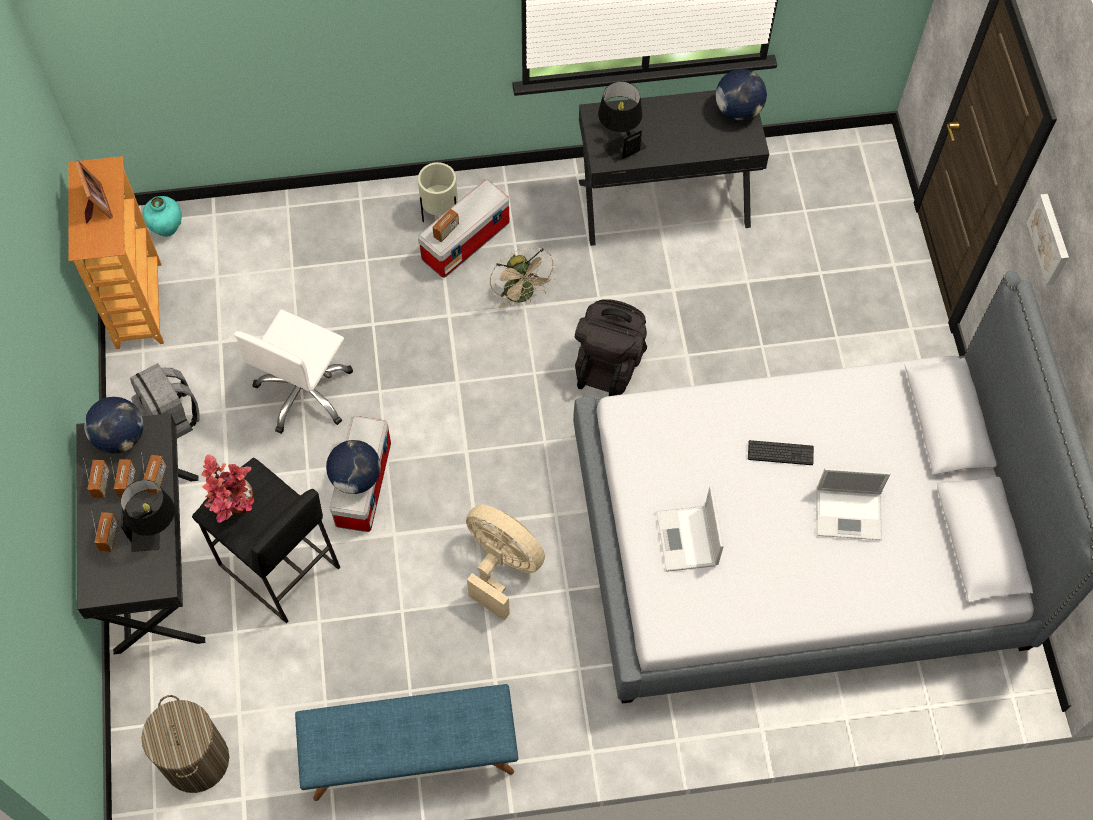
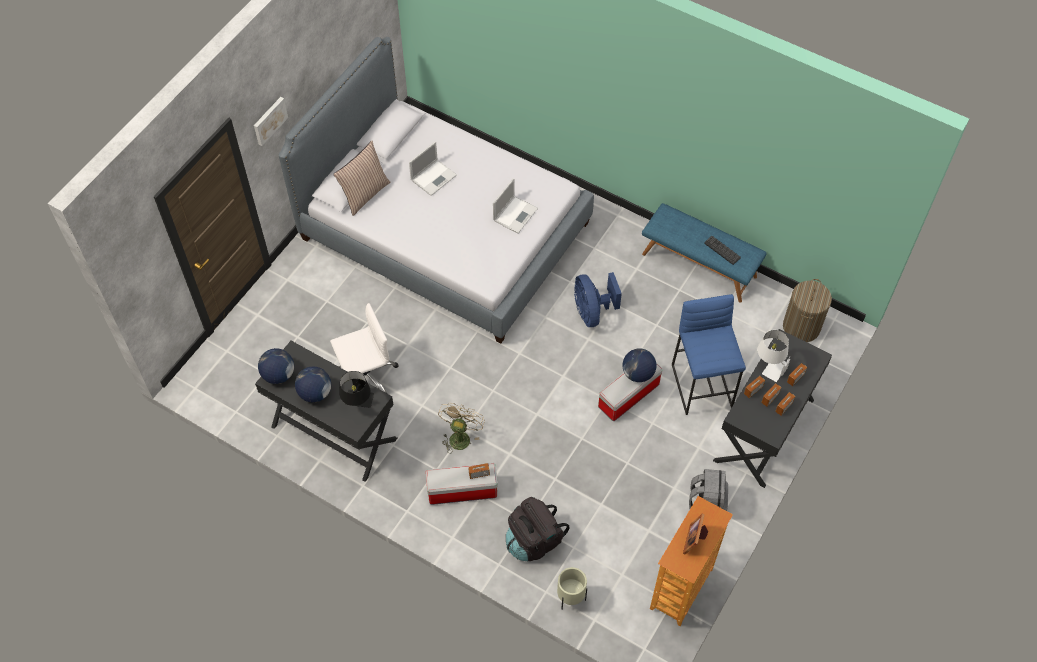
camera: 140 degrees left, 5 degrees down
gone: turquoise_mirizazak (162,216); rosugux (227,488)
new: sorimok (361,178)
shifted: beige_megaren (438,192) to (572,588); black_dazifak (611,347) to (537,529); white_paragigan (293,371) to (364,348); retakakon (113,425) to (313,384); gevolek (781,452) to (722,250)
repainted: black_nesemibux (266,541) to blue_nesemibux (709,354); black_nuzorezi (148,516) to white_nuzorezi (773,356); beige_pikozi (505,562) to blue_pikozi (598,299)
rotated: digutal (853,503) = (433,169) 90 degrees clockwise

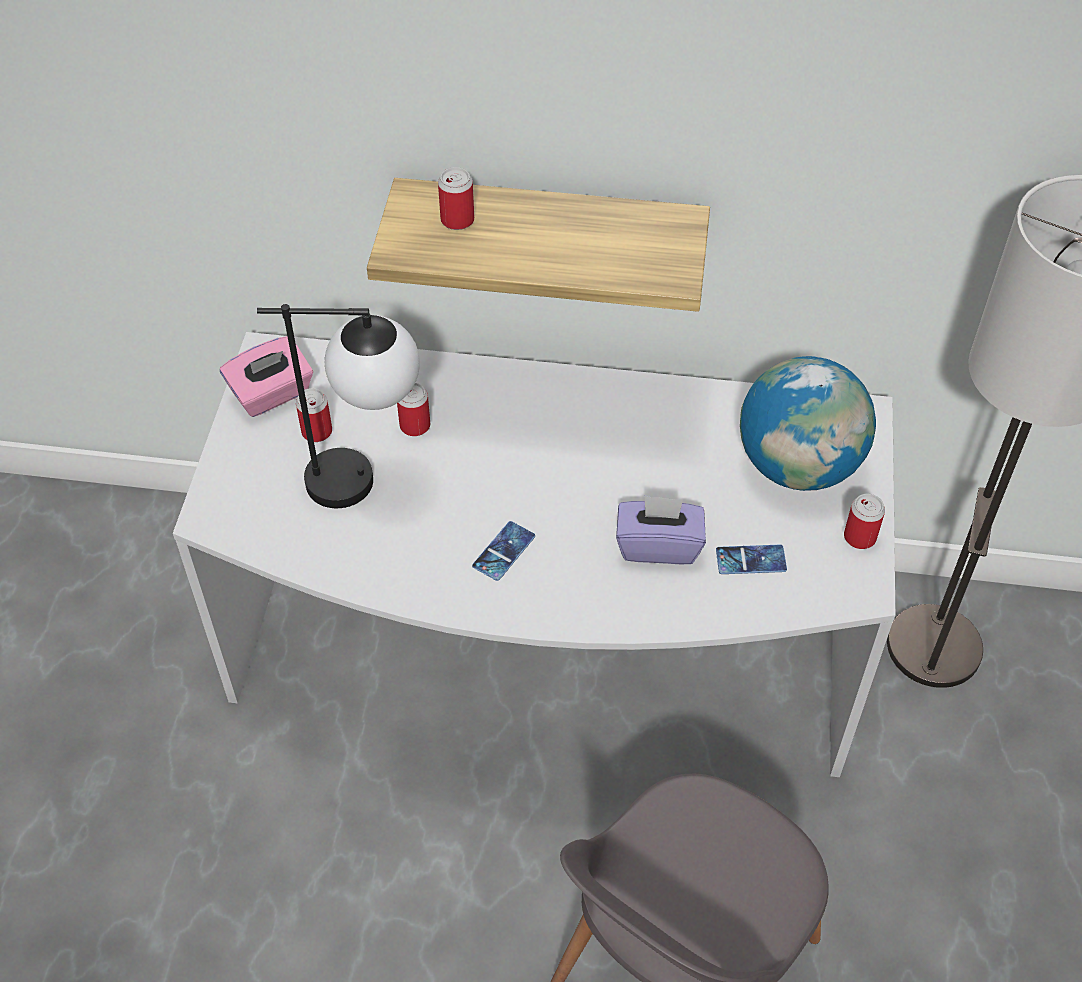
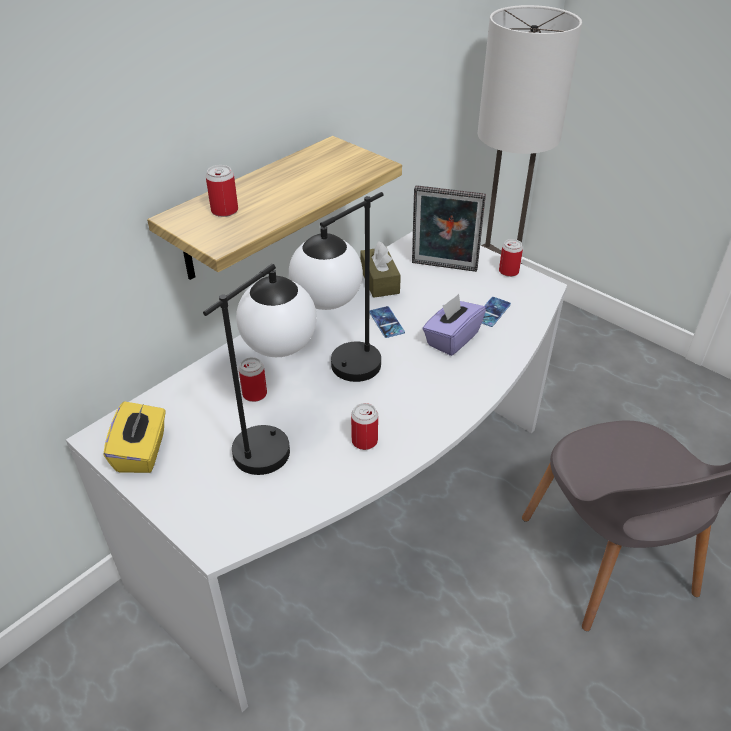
camera: 55 degrees left, 10 degrees down
new: nuzorezi (336,287); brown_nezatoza (380,269)
shifted: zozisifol (314,415) to (364,426); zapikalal (503,551) to (387,322)
swapped: retakakon (808,423) to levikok (449,228)
repainted: pink_nezatoza (266,376) to yellow_nezatoza (135,437)

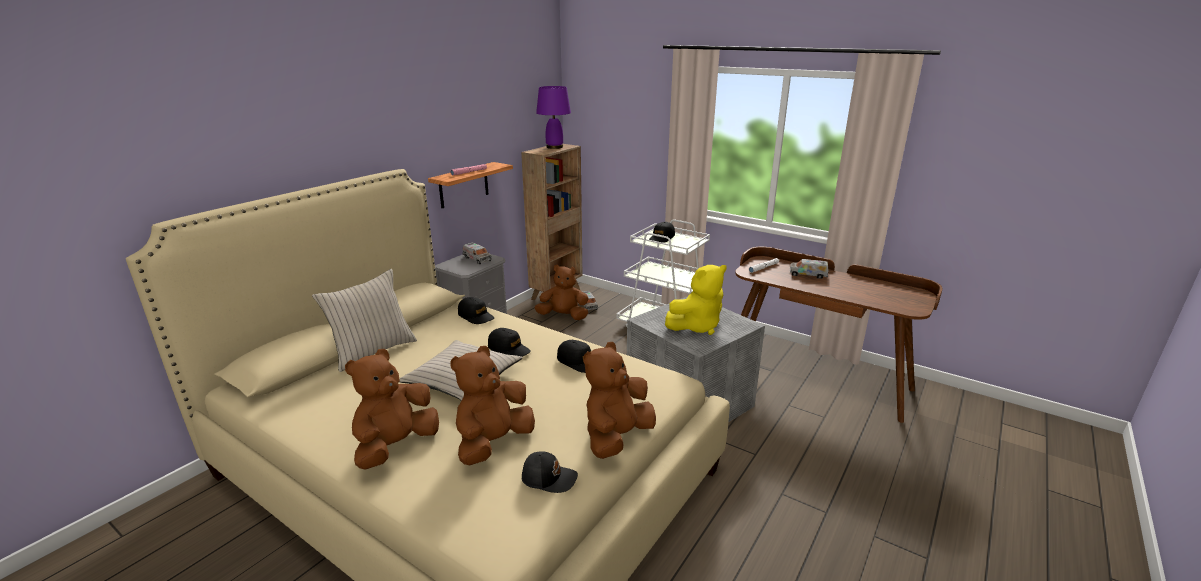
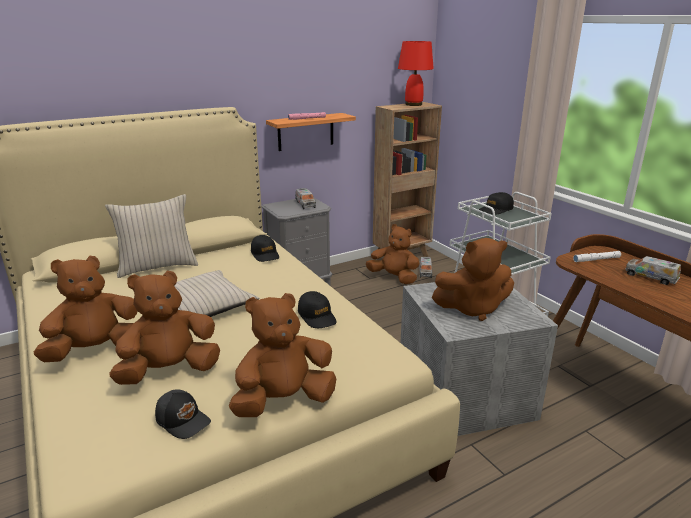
camera: 25 degrees right, 0 degrees up
gone: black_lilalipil (509,342)
repainted: purple_nuzorezi (553,117) to red_nuzorezi (416,73); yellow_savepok (696,300) to brown_savepok (473,279)

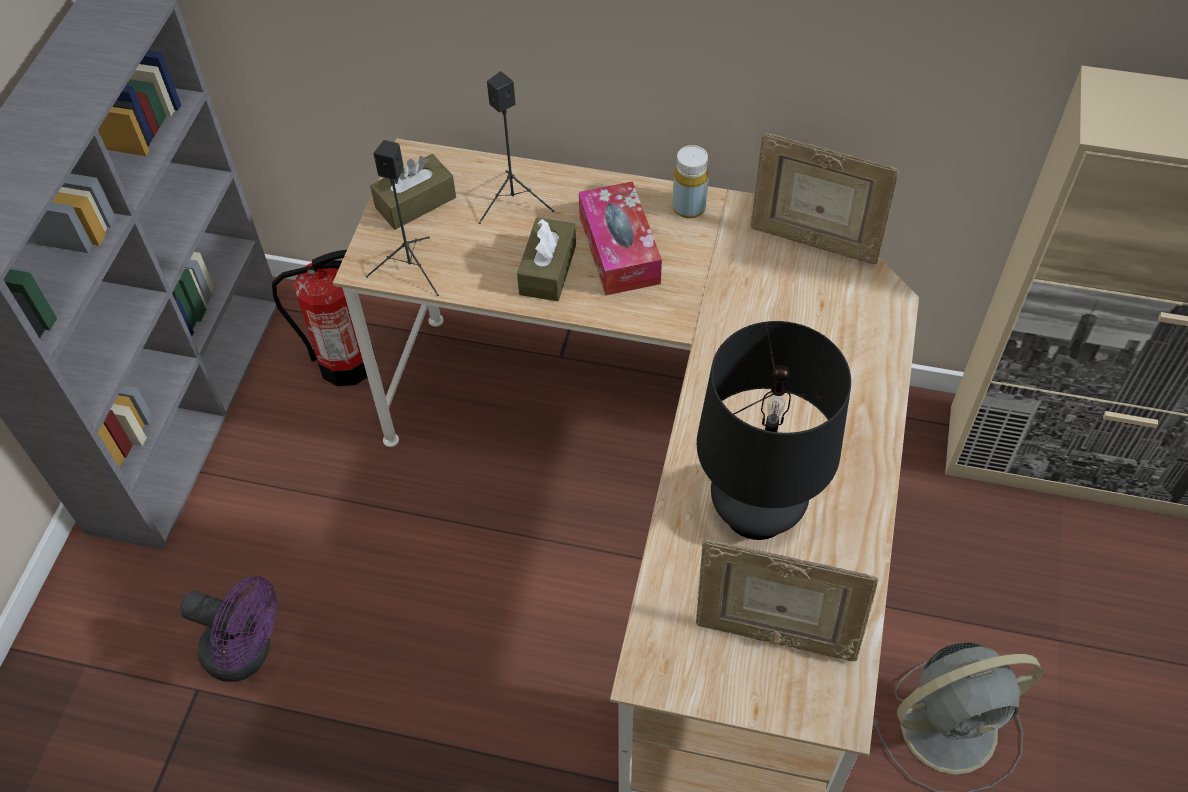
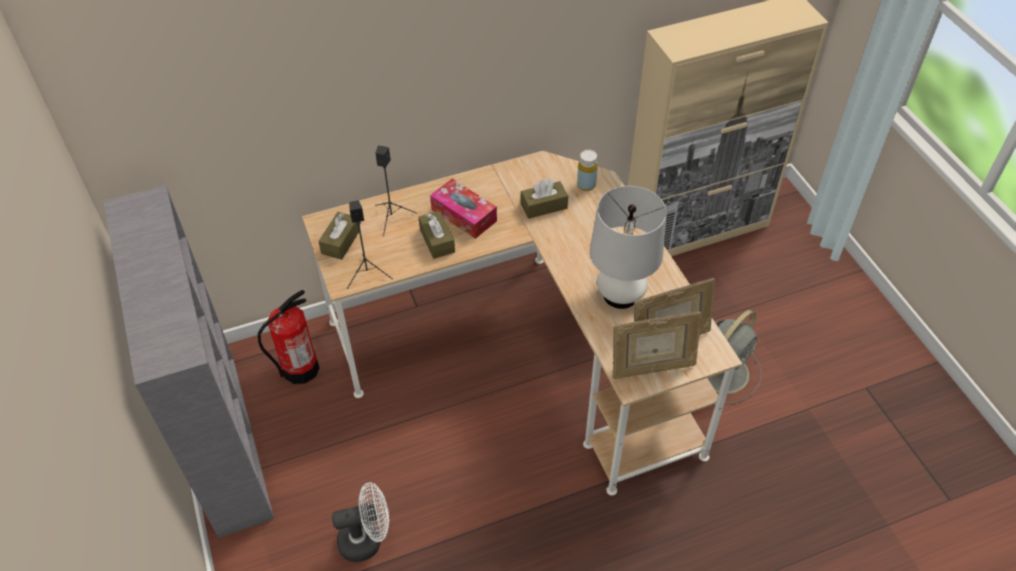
camera: 35 degrees left, 5 degrees down
new: brown_nezatoza (544,199)
shifted: levikok (825,198) to (657,345); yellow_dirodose (691,182) to (587,170)
repainted: black_nuzorezi (774,430) to white_nuzorezi (628,247); purple_pikozi (228,629) to white_pikozi (360,522)

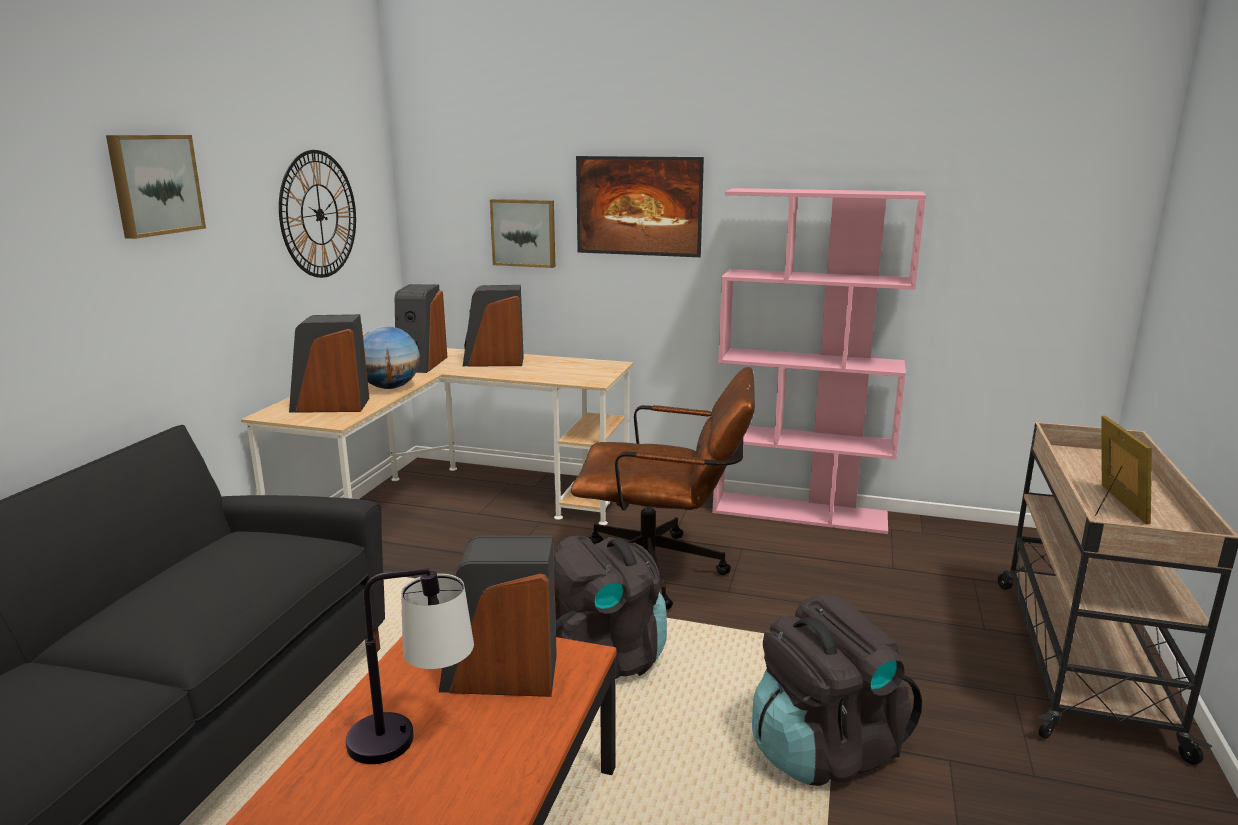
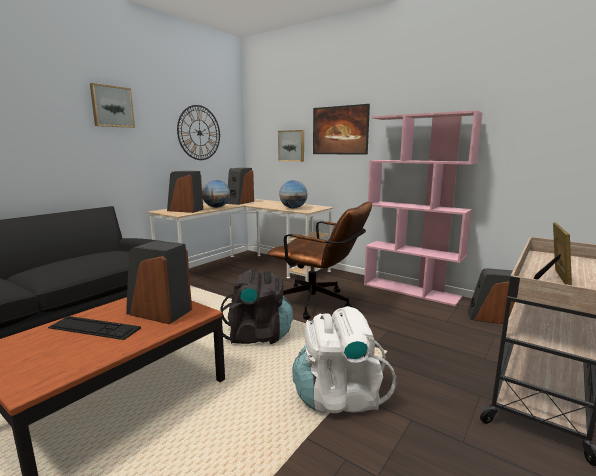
camera: 20 degrees right, 5 degrees down
new: retakakon (293,194)
shifted: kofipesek (493,325) to (491,296)
swapped: nuzorezi (410,666) to gevolek (94,328)
repainted: black_dazifak (837,690) to white_dazifak (344,359)

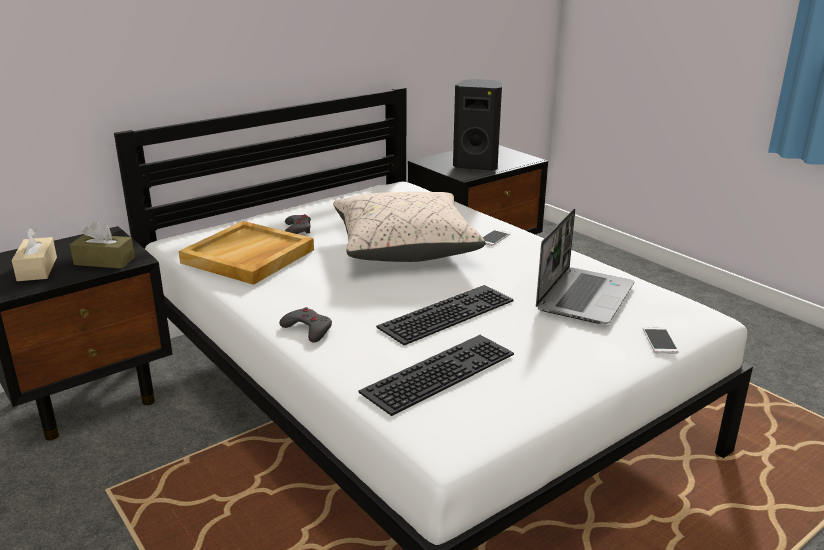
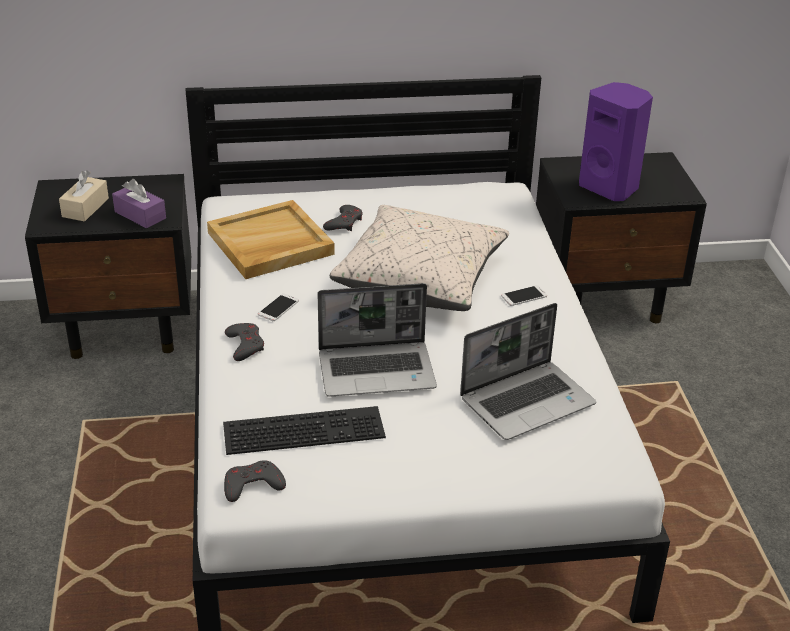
camera: 30 degrees right, 10 degrees up
new: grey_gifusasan (255,481)
shifted: zapikalal (661,340) to (278,307)
swapped: gevolek (445,315) to digutal (377,340)
repainted: black_kofipesek (477,125) to purple_kofipesek (616,141); brown_nezatoza (102,245) to purple_nezatoza (139,203)

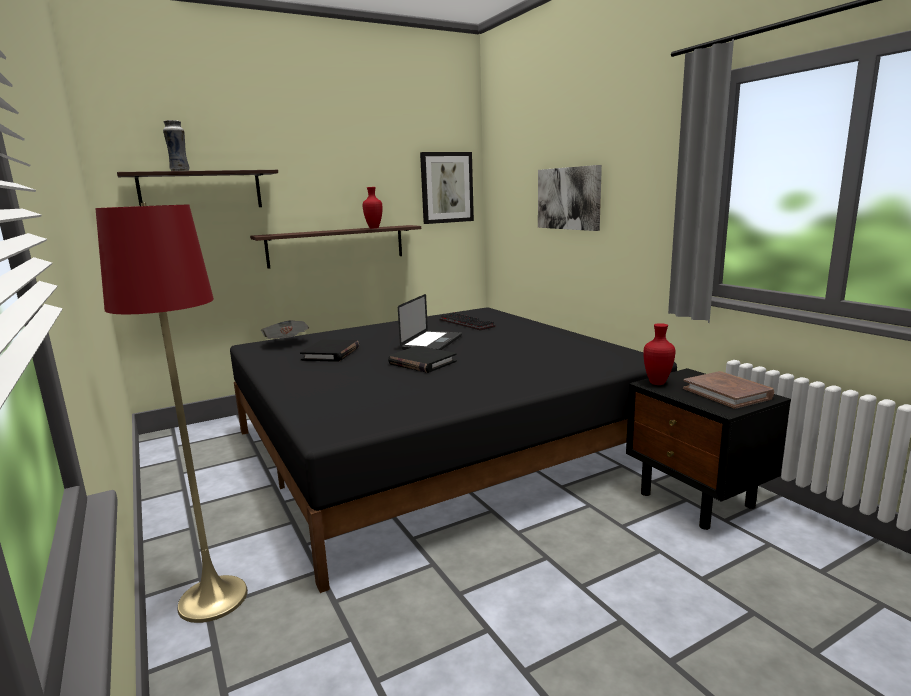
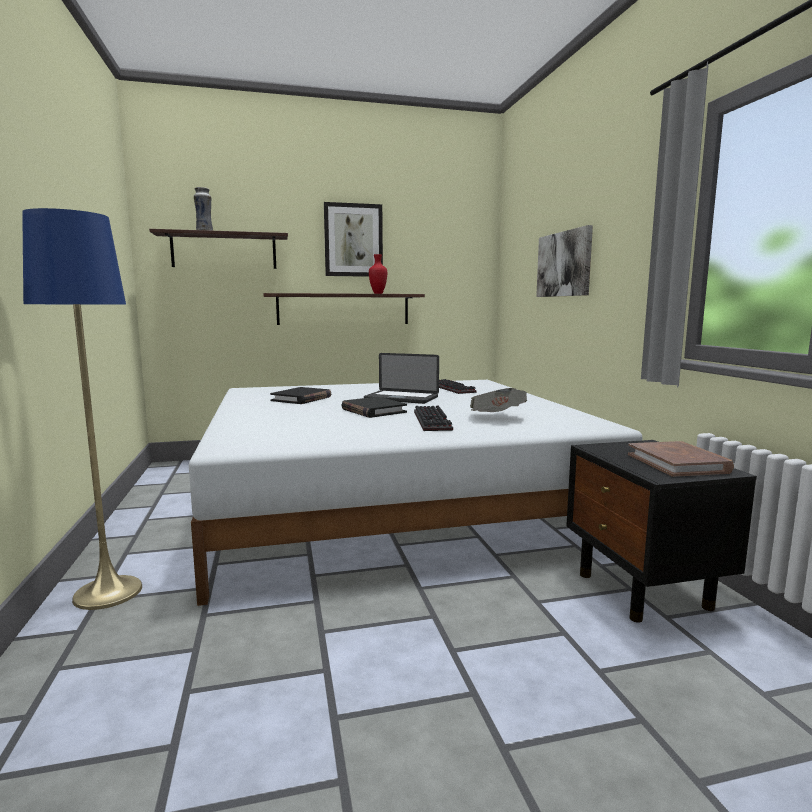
camera: 15 degrees right, 5 degrees down
gone: red_mirizazak (659,354)
new: gevolek (433,418)
shifted: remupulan (447,188) to (353,239); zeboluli (285,329) to (498,400)
repainted: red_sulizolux (171,413) to blue_sulizolux (82,409); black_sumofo (453,450) to white_sumofo (416,493)
rotated: digutal (430,322) = (401,378) 75 degrees clockwise

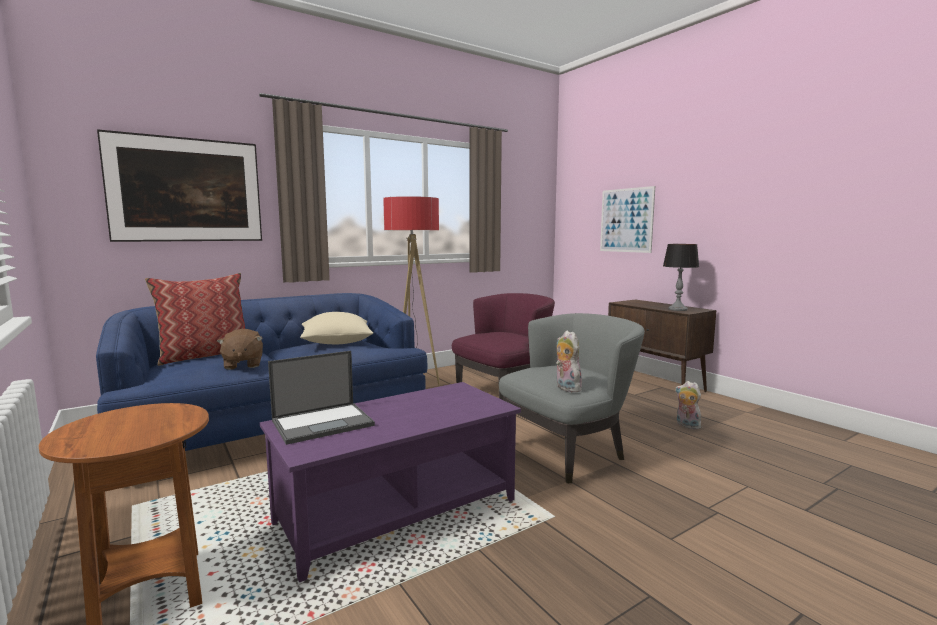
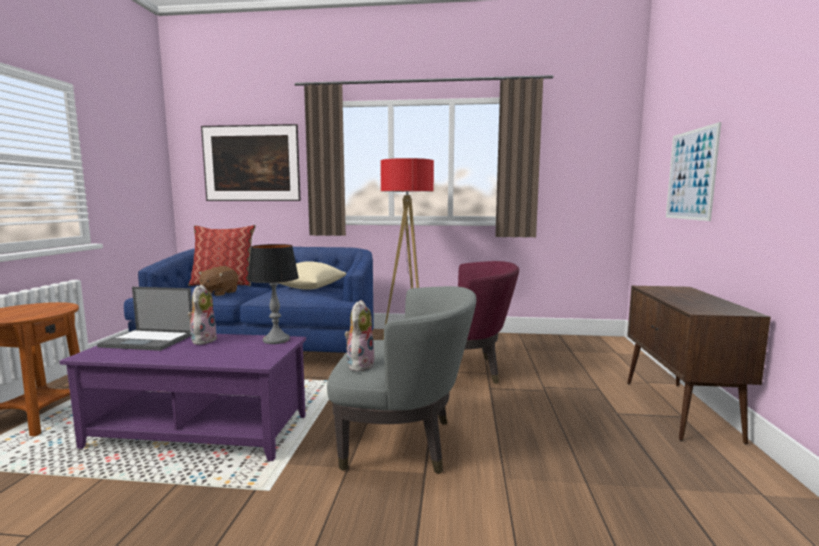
camera: 40 degrees right, 0 degrees up
shifted: nuzorezi (681,277) to (273,294); savepok (688,405) to (202,314)

